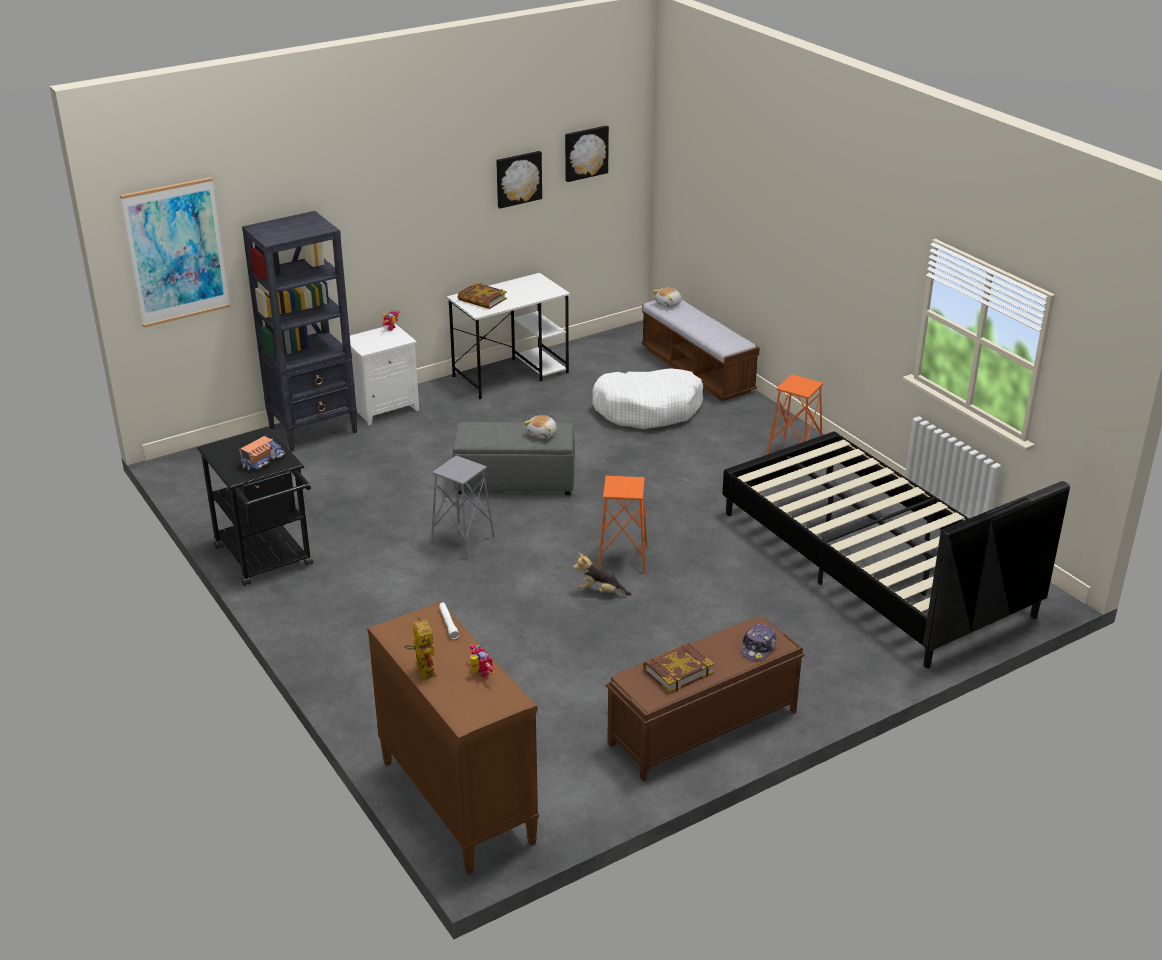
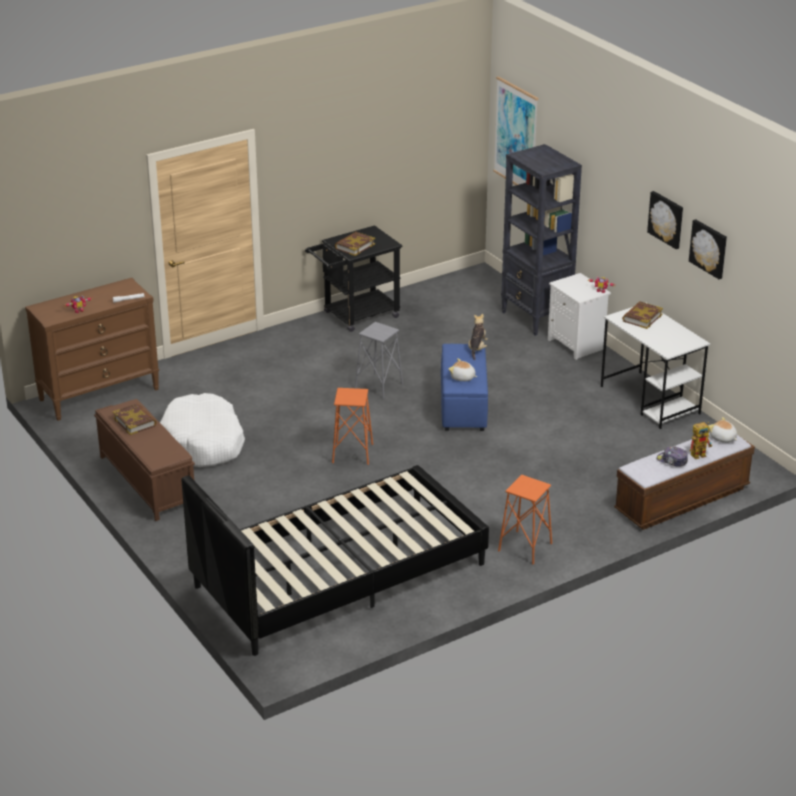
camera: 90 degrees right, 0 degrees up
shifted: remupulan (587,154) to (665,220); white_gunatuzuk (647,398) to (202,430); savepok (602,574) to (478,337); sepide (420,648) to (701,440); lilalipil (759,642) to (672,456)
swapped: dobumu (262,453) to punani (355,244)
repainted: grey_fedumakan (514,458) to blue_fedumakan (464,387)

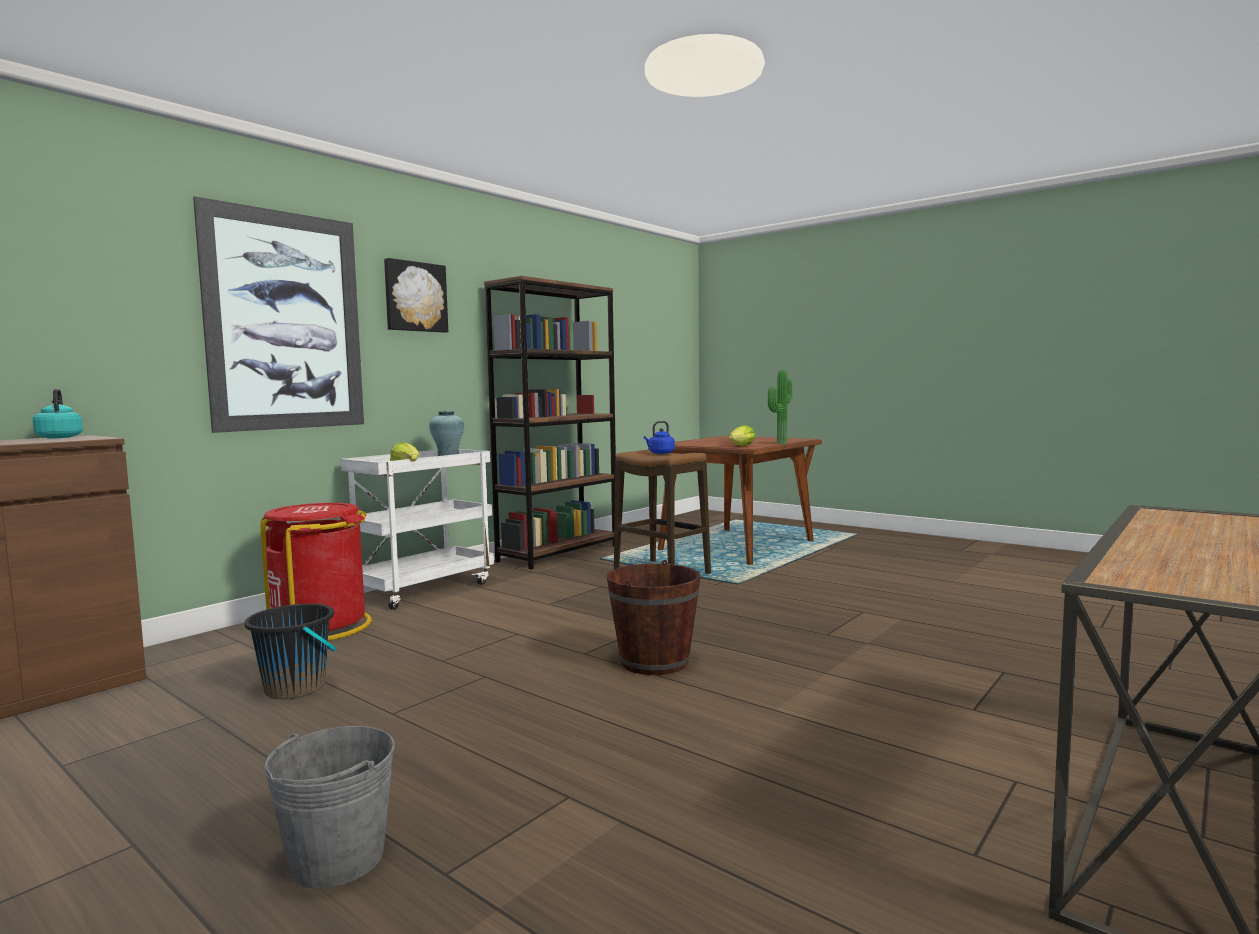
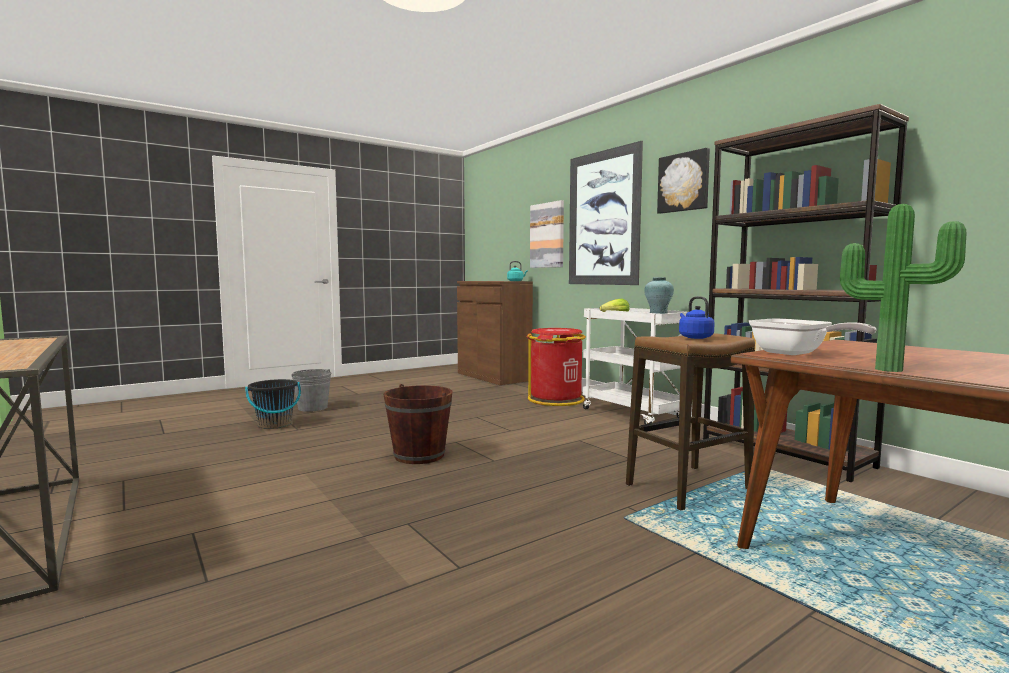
camera: 105 degrees right, 0 degrees up
new: remupulan (547,234)
shifted: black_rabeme (290,651) to (273,404)
swapped: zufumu (742,435) to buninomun (813,337)

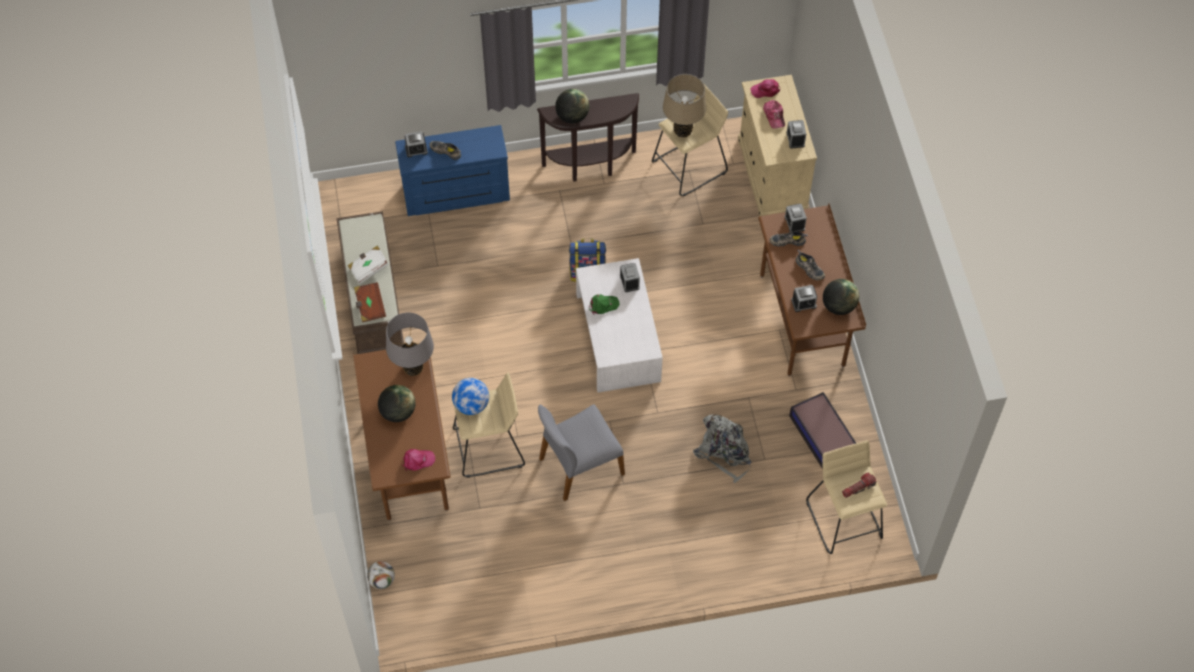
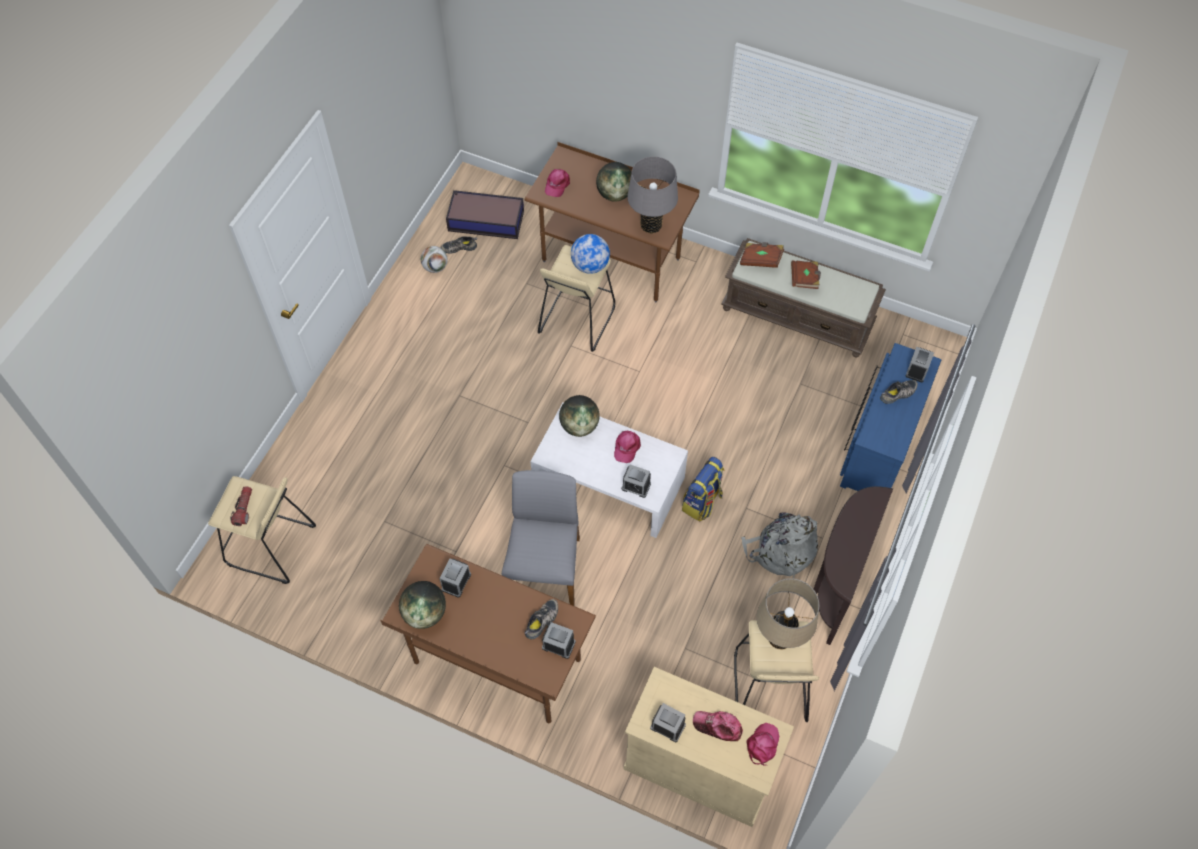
camera: 125 degrees right, 0 degrees up
shifted: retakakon (572,106) to (579,416); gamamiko (810,264) to (459,245); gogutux (822,430) to (485,214); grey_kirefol (581,452) to (541,538); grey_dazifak (722,449) to (779,545); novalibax (381,575) to (434,259)
repainted: white_punani (368,264) to brown_punani (806,274); green_lilalipil (604,304) to pink_lilalipil (627,447)

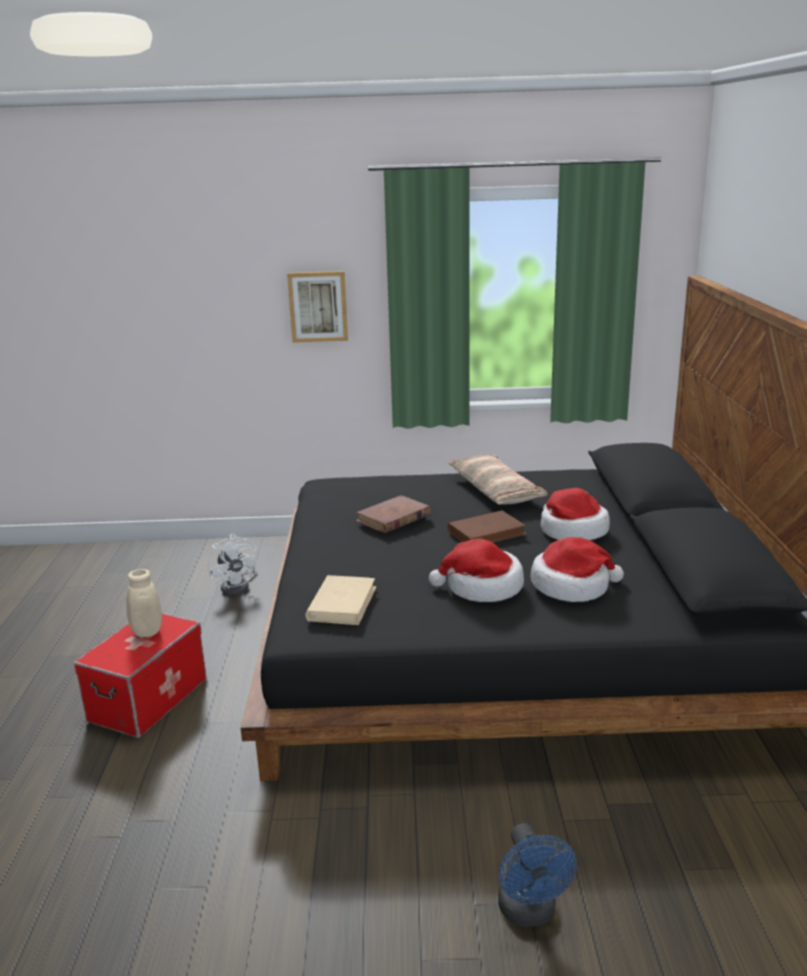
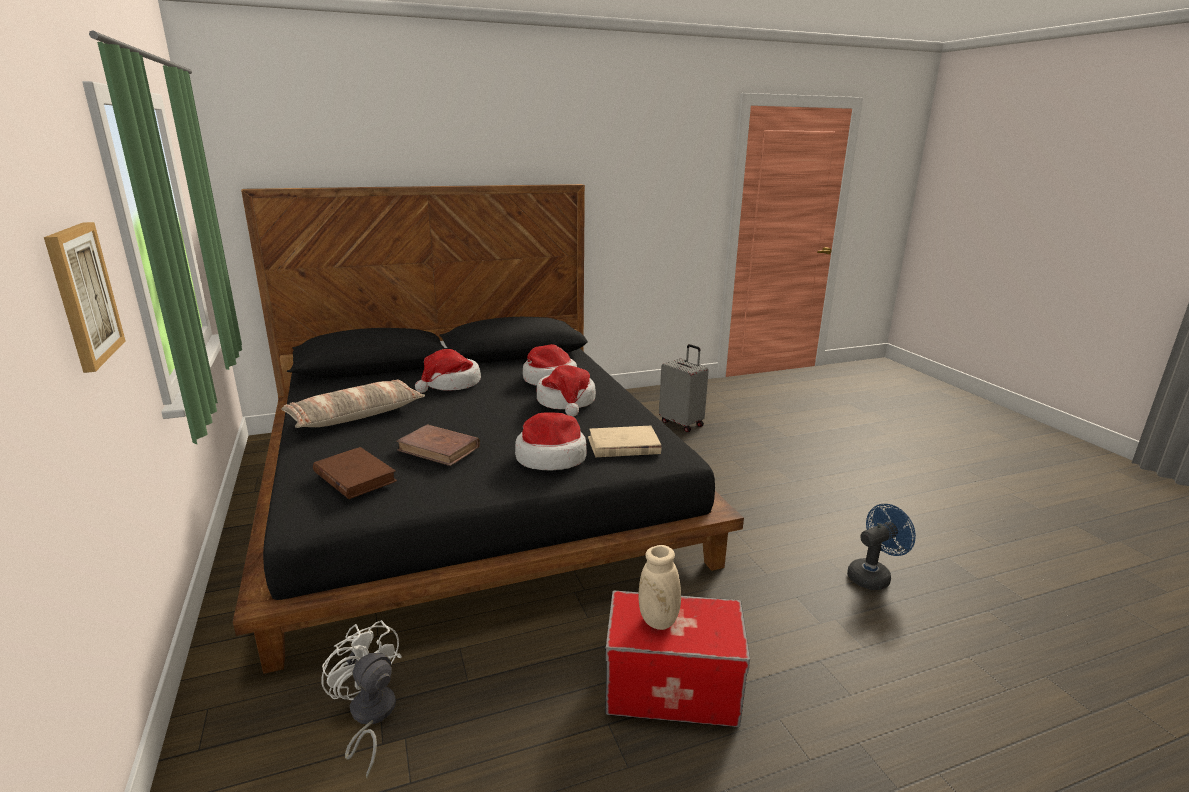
camera: 110 degrees left, 0 degrees up
new: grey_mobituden (684,388); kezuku (551,441)
shifted: brown_punani (487,526) to (355,473); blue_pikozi (537,875) to (881,547)
rotated: white_pikozi (233,564) = (361,699) 90 degrees counterclockwise

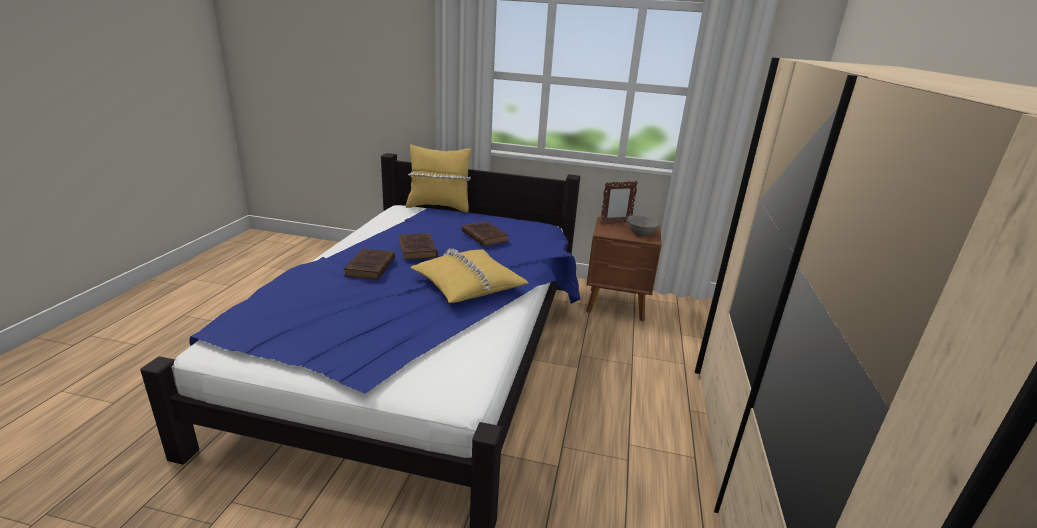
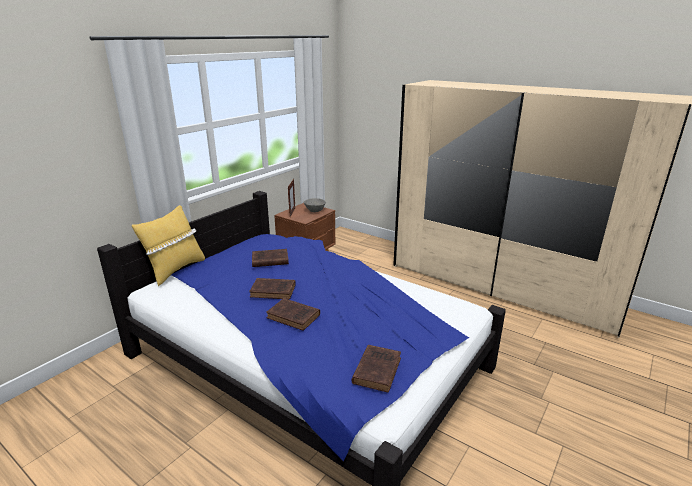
camera: 65 degrees left, 0 degrees up
gone: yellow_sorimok (469,276)
new: brown_punani (376,368)

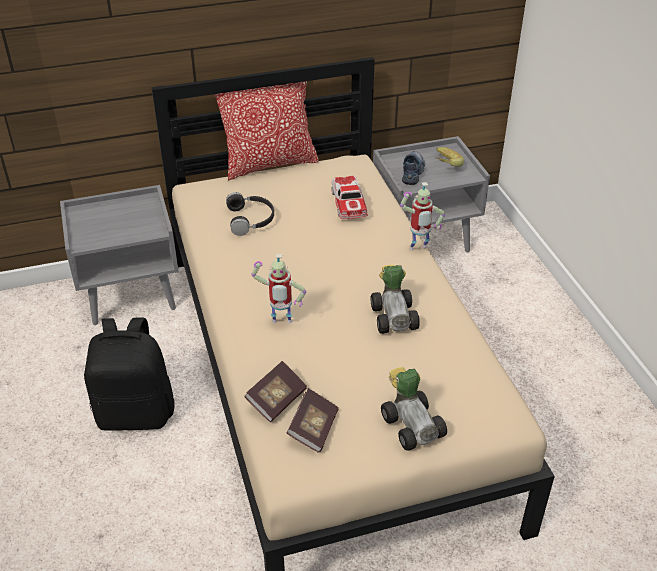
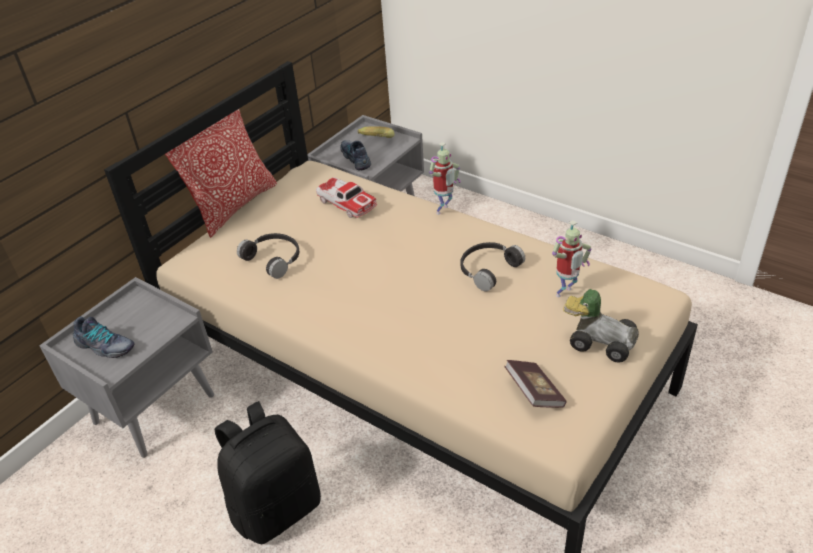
camera: 35 degrees left, 0 degrees up
gone: punani (275,391)
new: gamamiko (104,337)
shifted: sepide (278,288) to (571,258)
swapped: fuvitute (395,299) to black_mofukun (493,266)

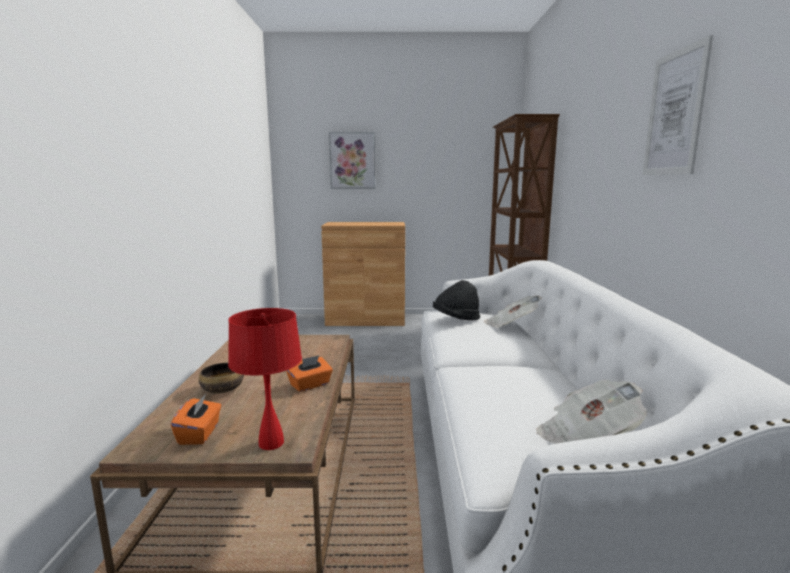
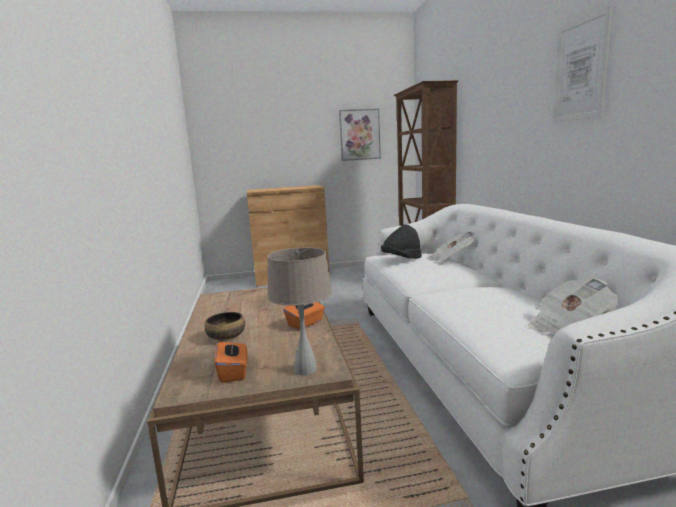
camera: 10 degrees left, 0 degrees up
shifted: remupulan (352,160) to (360,135)
repainted: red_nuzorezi (265,379) to beige_nuzorezi (299,312)

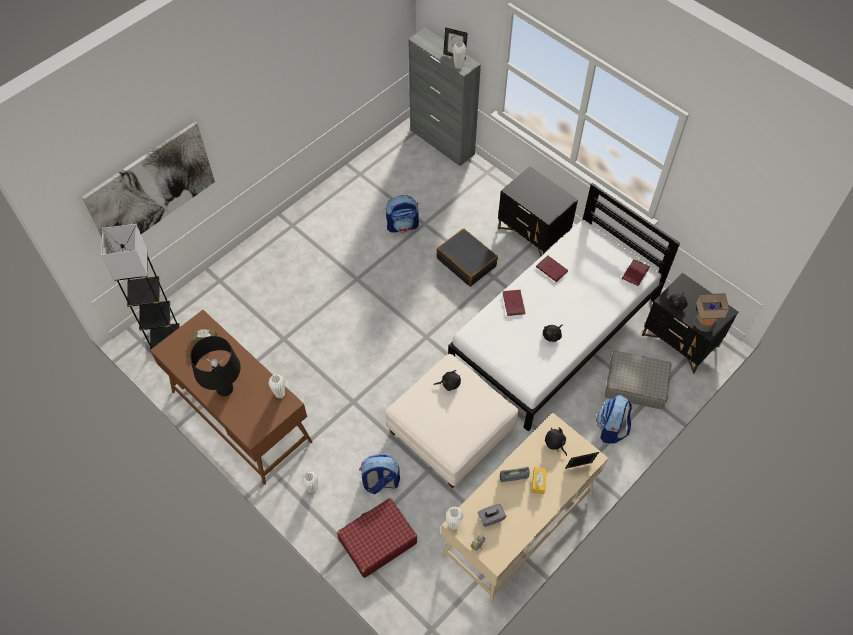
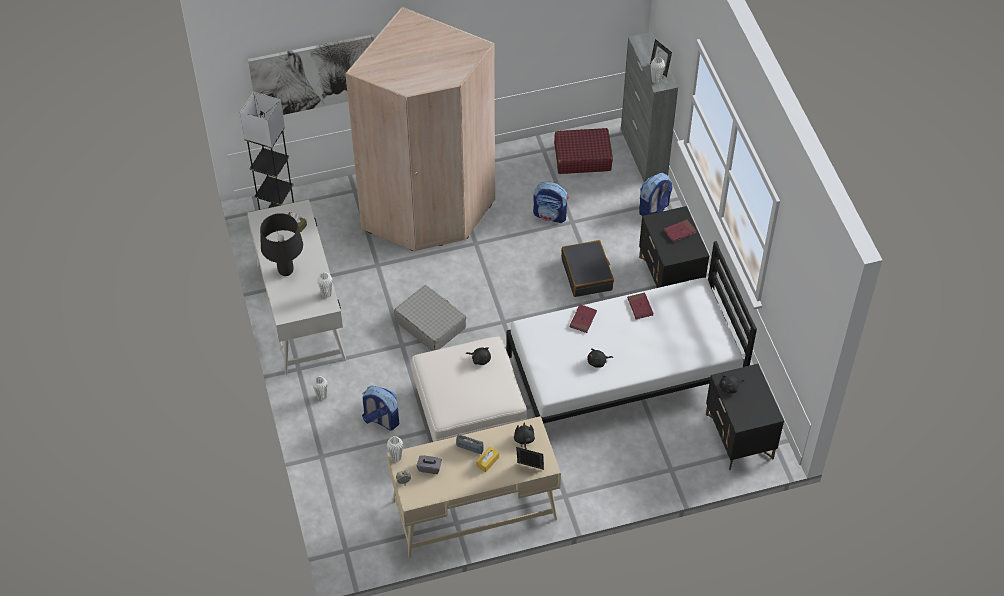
camera: 30 degrees right, 5 degrees down
gone: nuzorezi (711,312)
new: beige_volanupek (420,129)
shifted: red_punani (636,272) to (680,231); grey_mobituden (638,380) to (430,318); dazifak (614,419) to (656,194); red_mobituden (377,538) to (583,151)
repainted: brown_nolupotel (231,397) to white_nolupotel (296,287)

